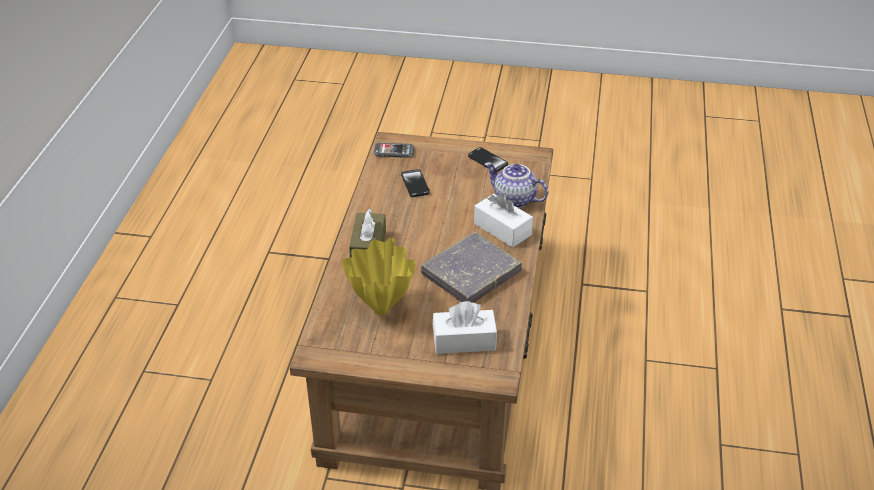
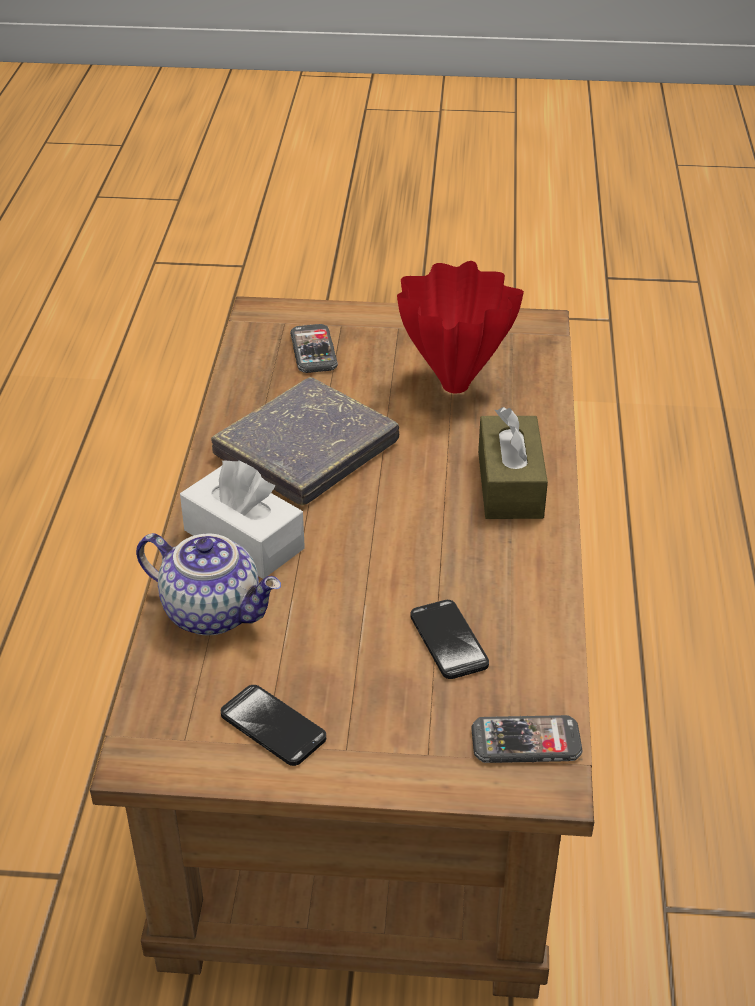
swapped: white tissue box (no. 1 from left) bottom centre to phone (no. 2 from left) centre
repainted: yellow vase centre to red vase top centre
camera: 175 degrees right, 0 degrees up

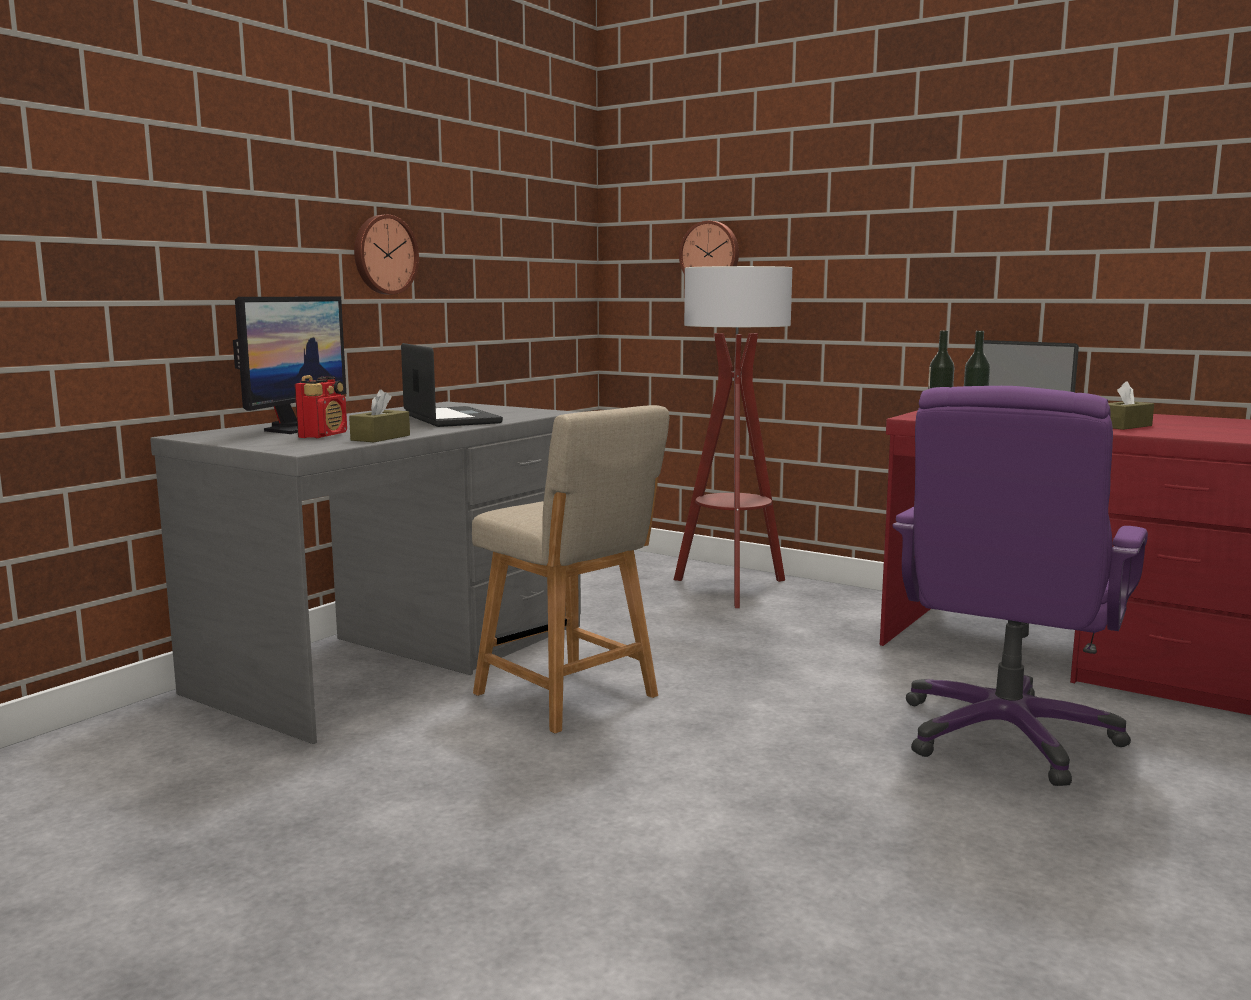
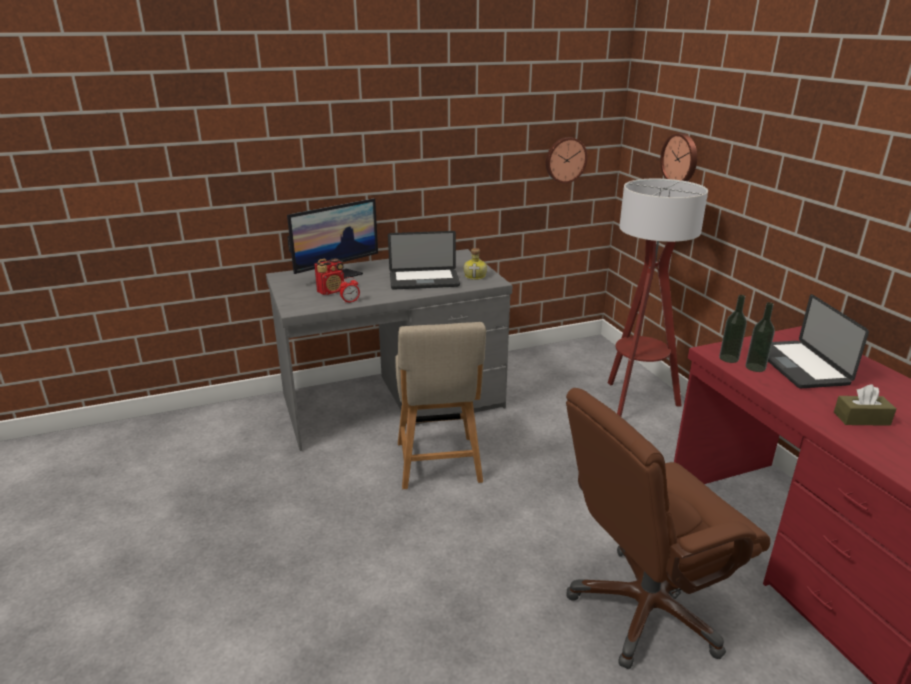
new: bottle (no. 1 from left) centre
shifted: wall clock (no. 1 from left) top left to top centre
swapped: brown tissue box (no. 1 from left) middle left to alarm clock centre
repainted: purple office chair middle right to brown office chair bottom right
rotated: laptop (no. 1 from left) centre = centre 75 degrees clockwise
camera: 35 degrees right, 15 degrees up

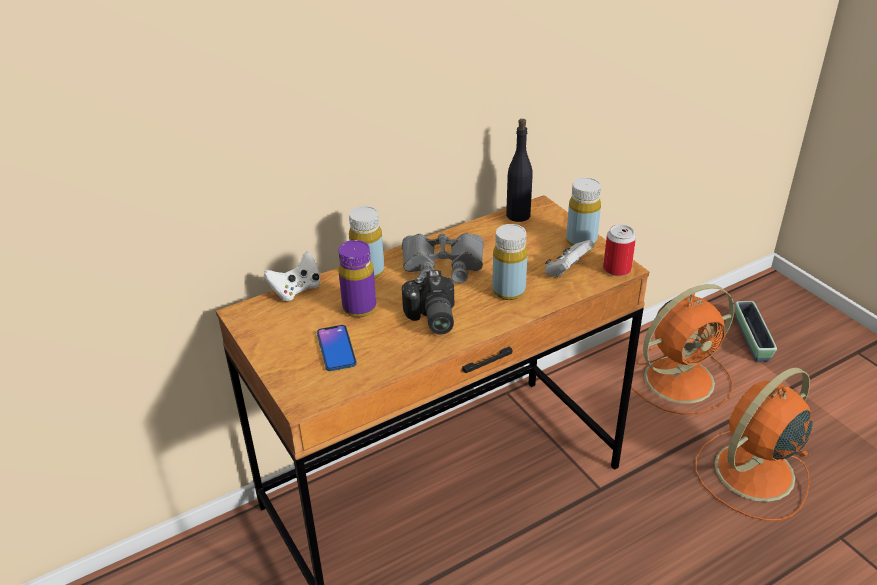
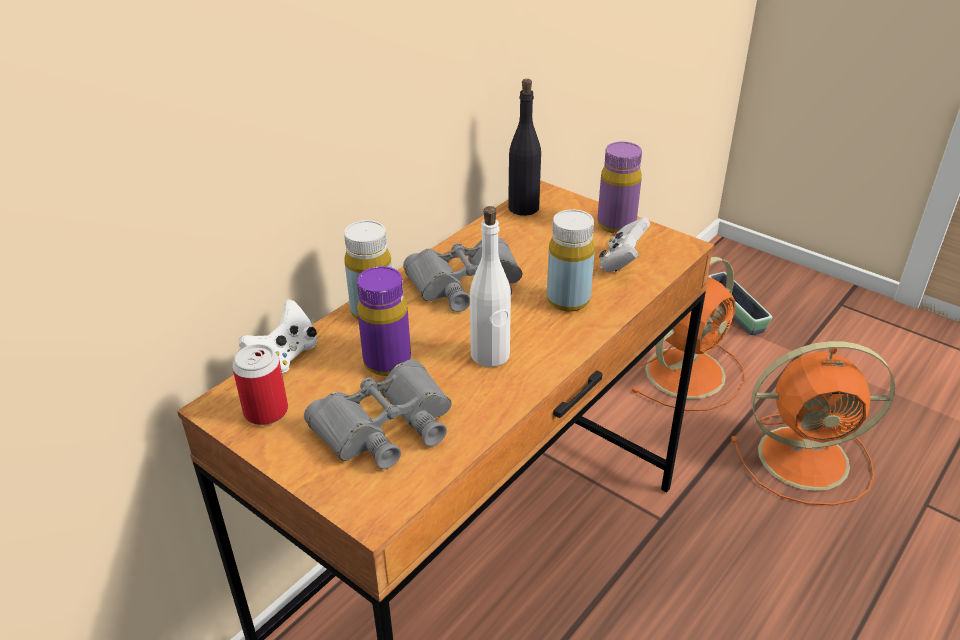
shifted: can middle right to middle left
swapped: photo camera centre to white bottle centre; phone centre to grey binoculars (no. 1 from left) centre
repainted: yellow bottle (no. 3 from left) centre to purple bottle (no. 2 from left) top centre
rotated: orange fan (no. 2 from left) bottom right = middle right 120 degrees counterclockwise
camera: 20 degrees left, 0 degrees up

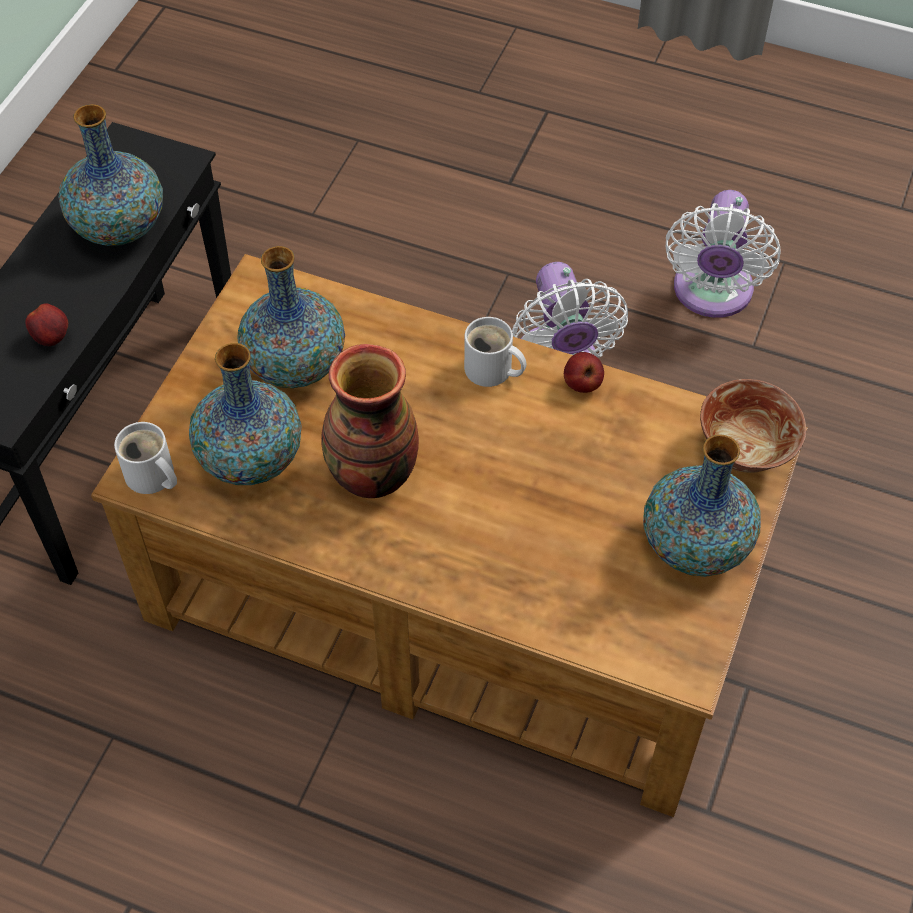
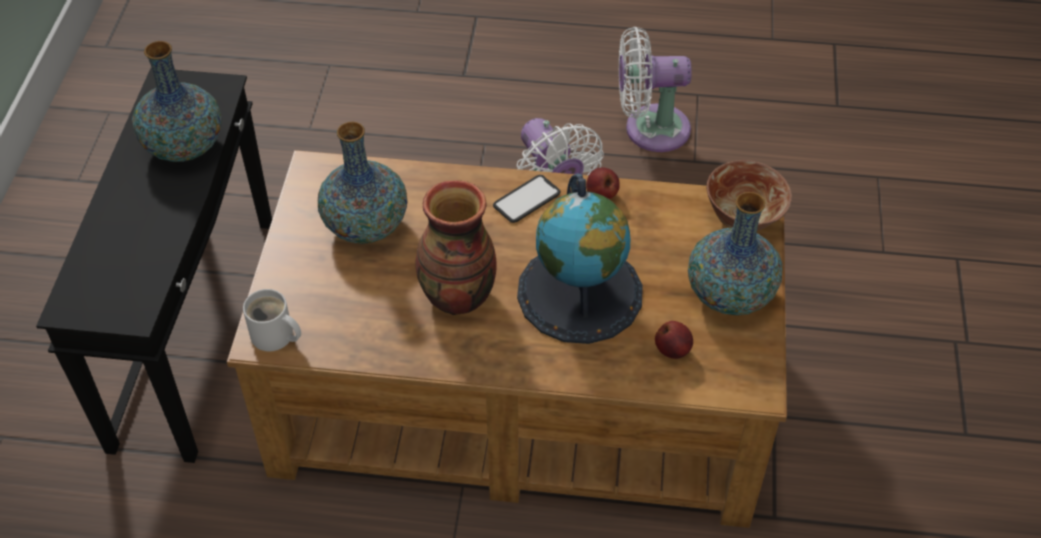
gone: vase (no. 2 from left) middle left
new: globe centre
shifted: apple (no. 1 from left in the first image) middle left to apple (no. 2 from left) centre
swapped: white mug (no. 2 from left) centre to phone centre
rotated: white fan (no. 2 from left) top right = top centre 90 degrees clockwise
camera: 15 degrees left, 5 degrees down

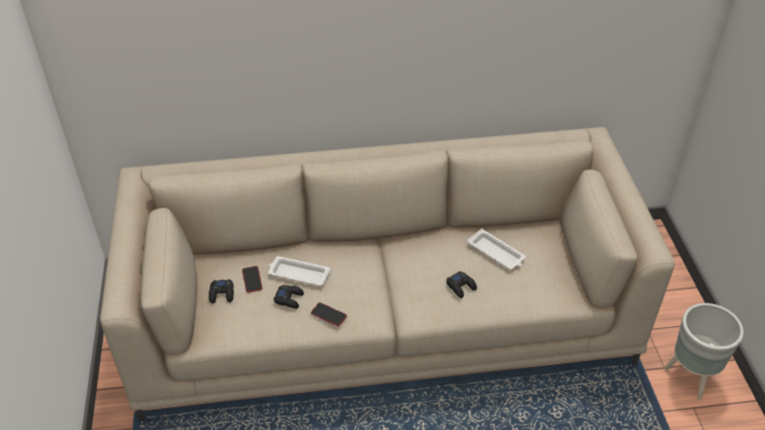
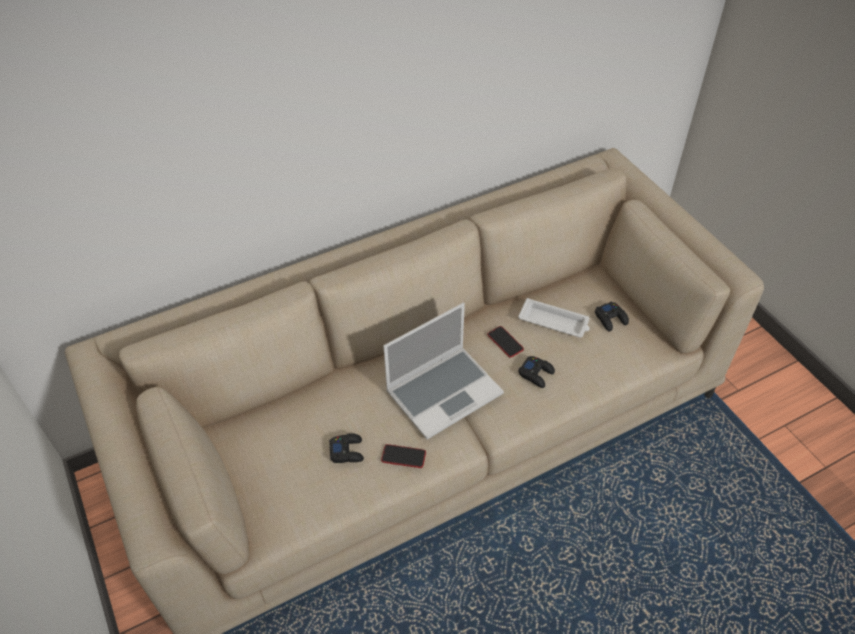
gone: white tray (no. 1 from left) centre; grey planter bottom right
new: laptop centre
shifted: phone (no. 1 from left in the first image) middle left to phone (no. 2 from left) centre; black game controller (no. 1 from left in the first image) bottom left to black game controller (no. 3 from left) middle right
camera: 20 degrees left, 5 degrees up

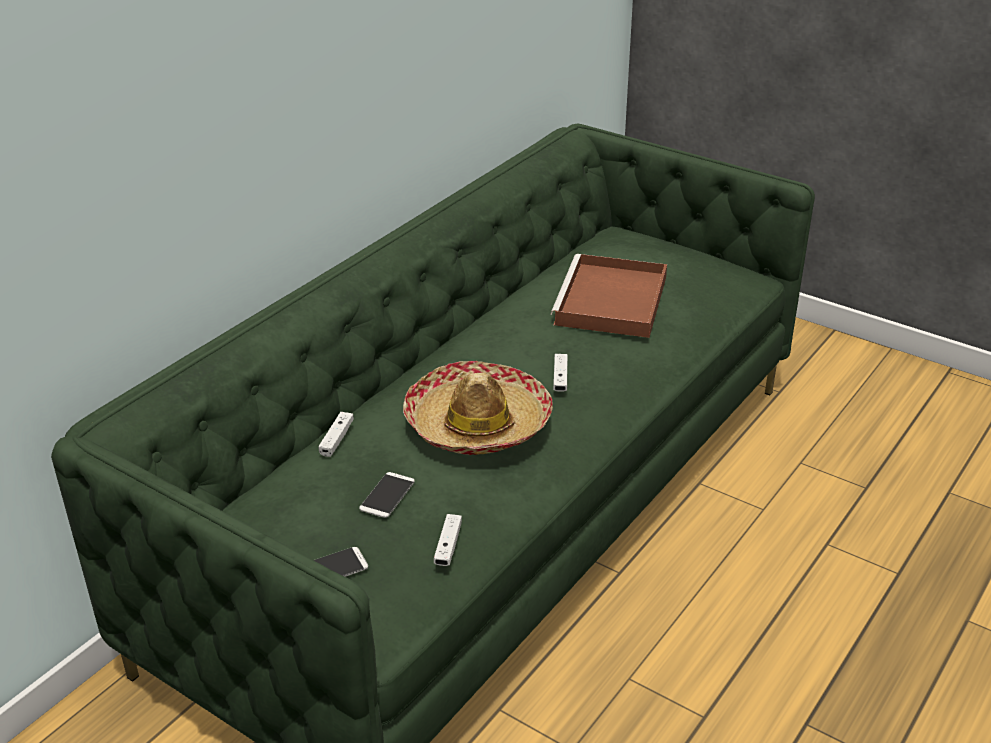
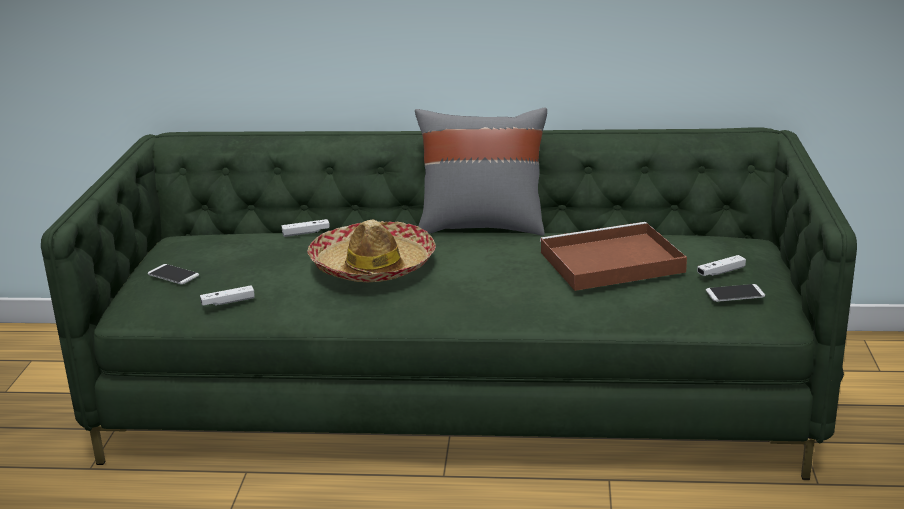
new: grey pillow centre
shifted: white game controller (no. 3 from left) centre to middle right; phone (no. 2 from left) centre to middle right
camera: 60 degrees right, 10 degrees down

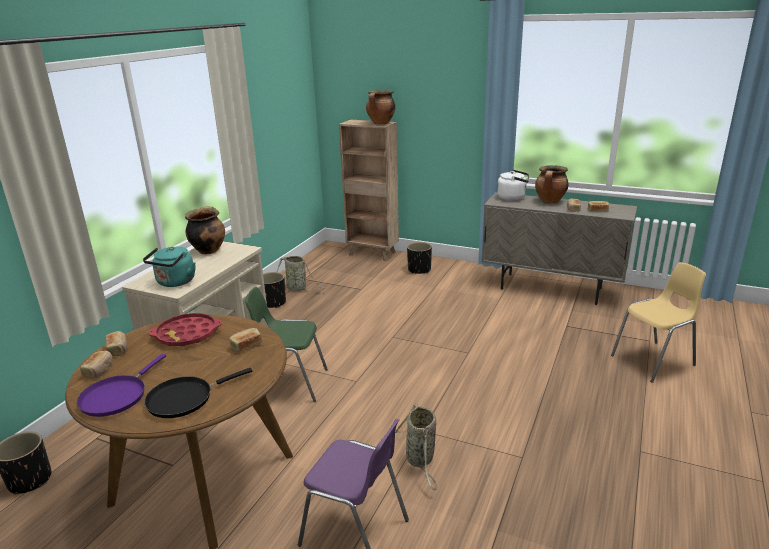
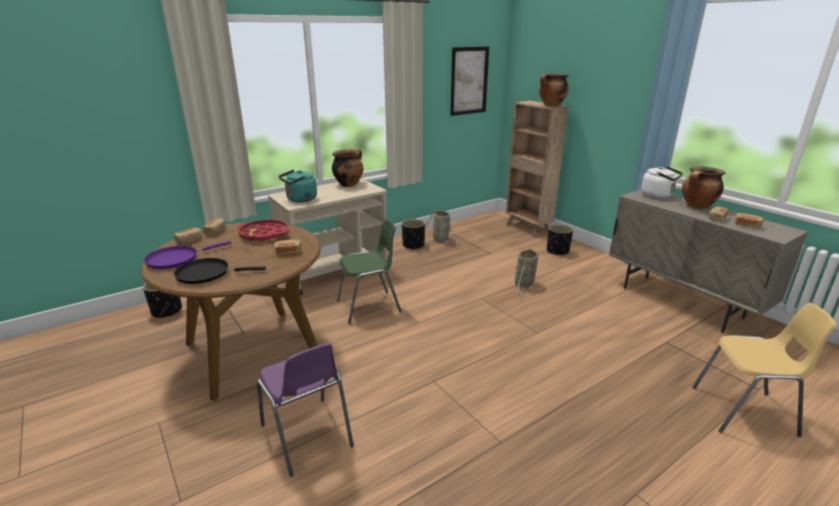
new: picture top centre
shifted: basket (no. 2 from left) bottom centre to centre
rotated: green chair centre = centre 120 degrees clockwise
camera: 30 degrees right, 0 degrees up

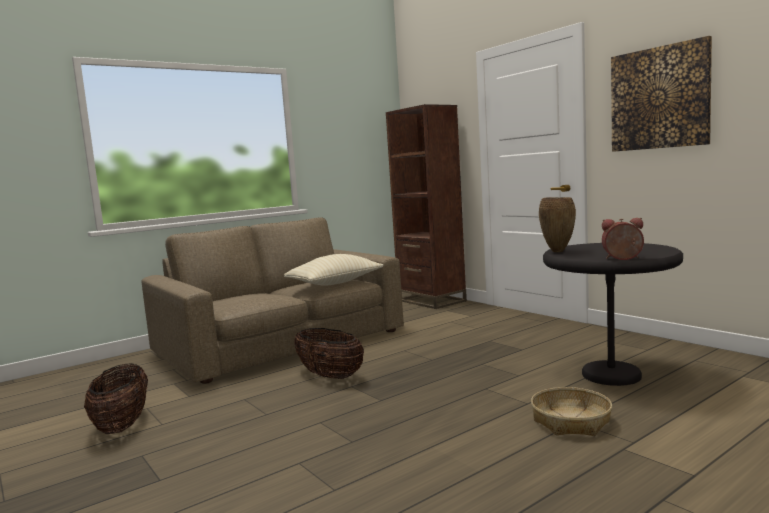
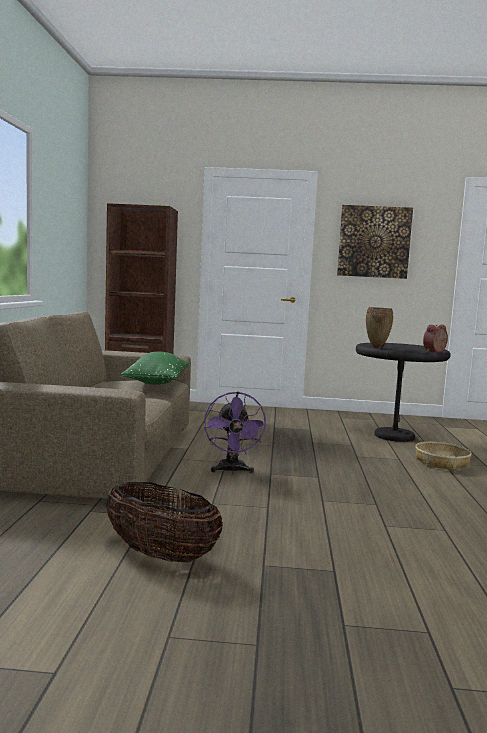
swapped: basket (no. 2 from left) bottom centre to purple fan centre
repainted: beige pillow centre to green pillow middle left
camera: 50 degrees left, 0 degrees up

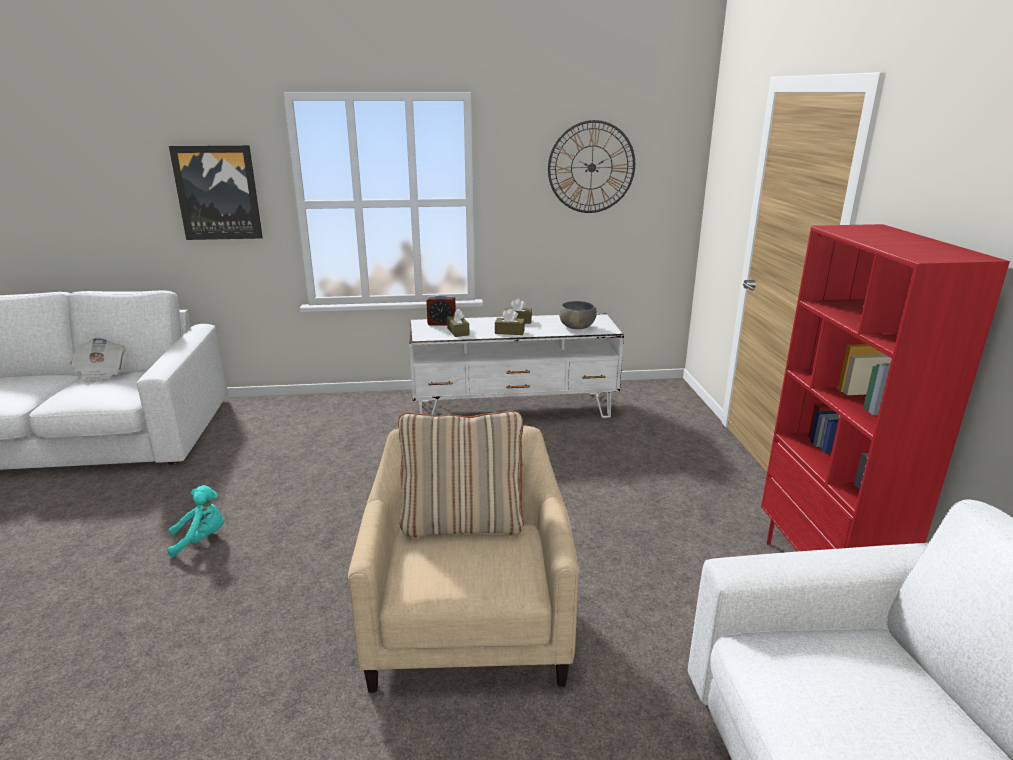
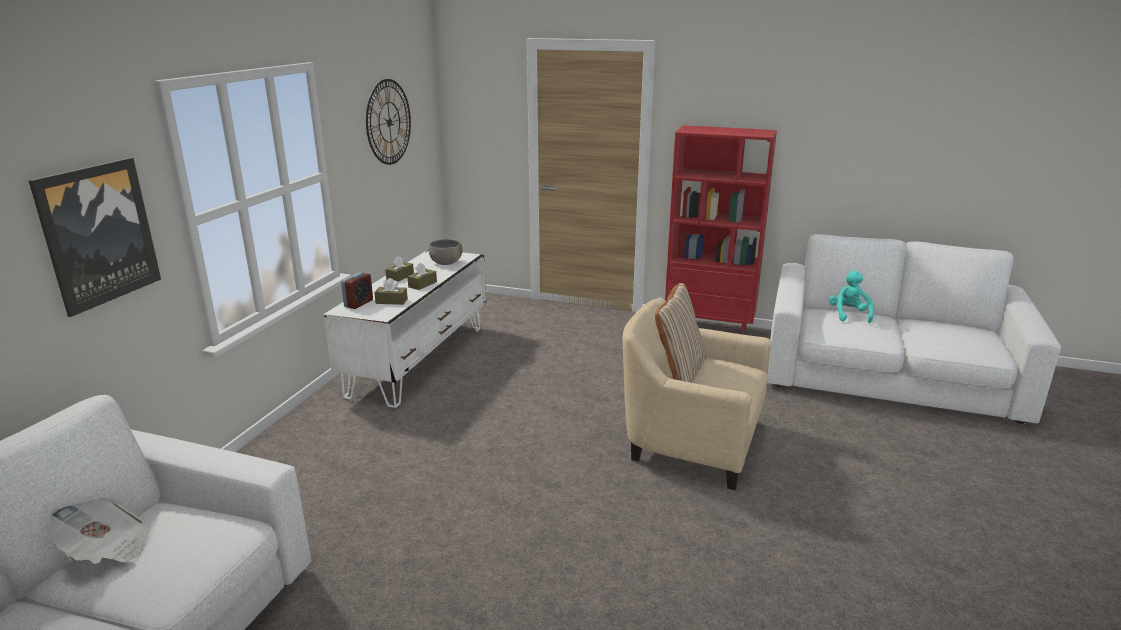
shifted: turquoise plush toy bottom left to middle right
camera: 65 degrees left, 0 degrees up

